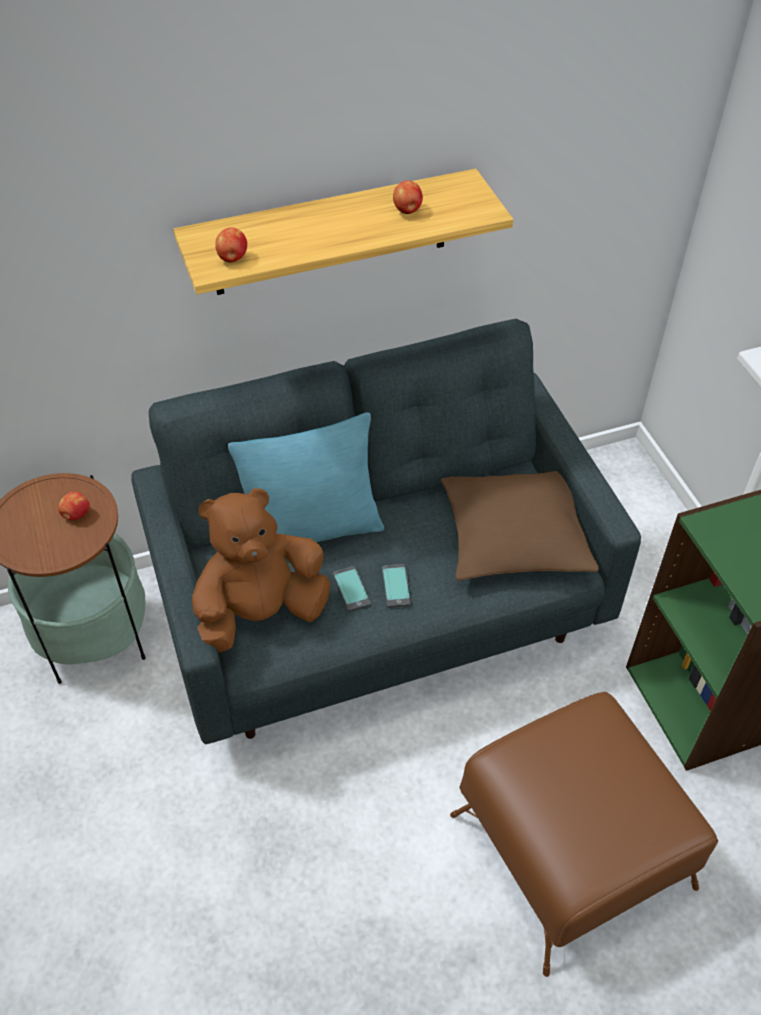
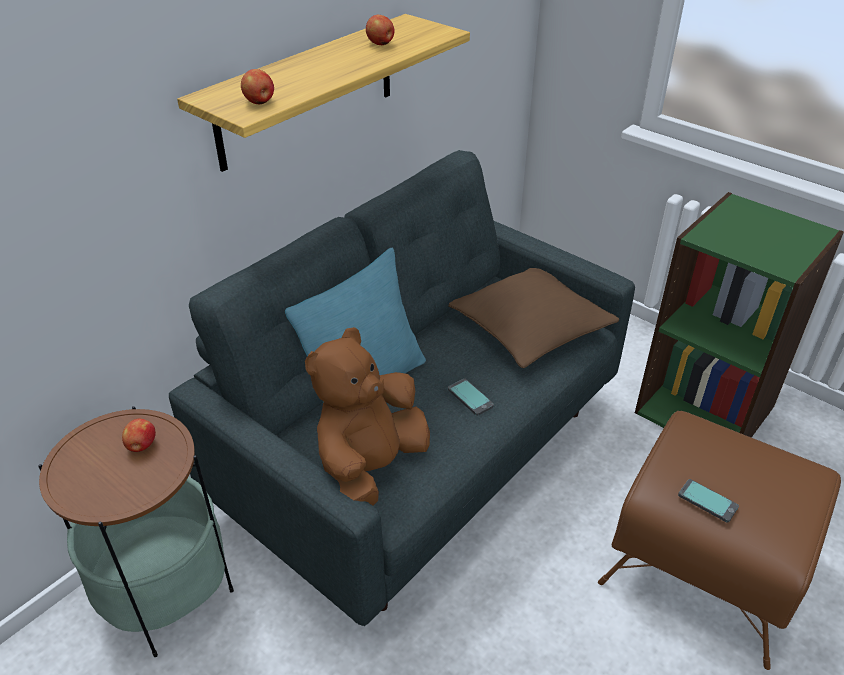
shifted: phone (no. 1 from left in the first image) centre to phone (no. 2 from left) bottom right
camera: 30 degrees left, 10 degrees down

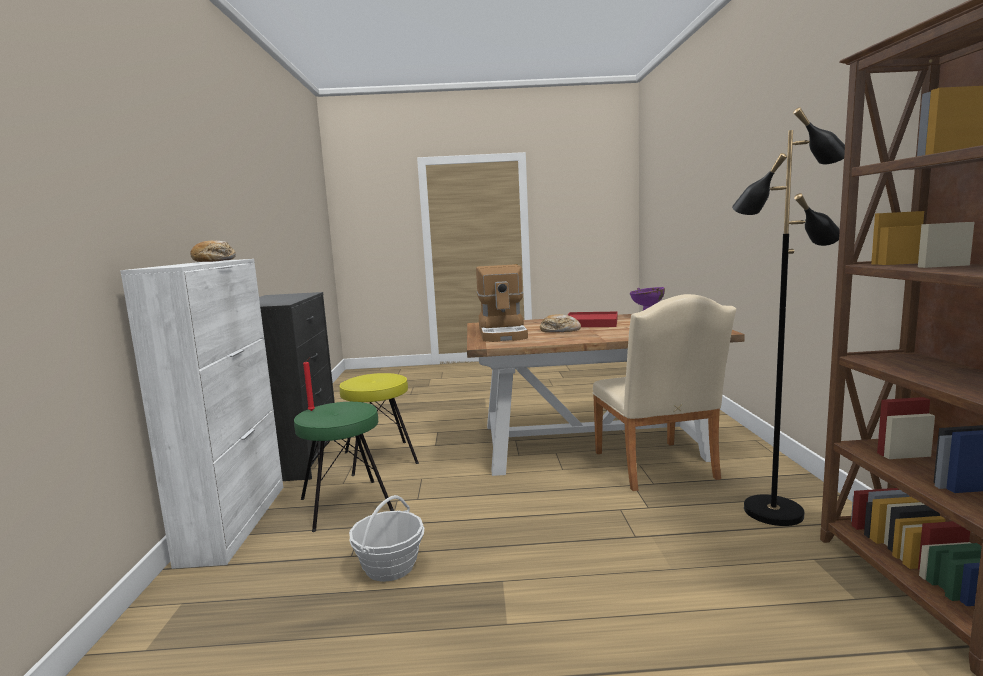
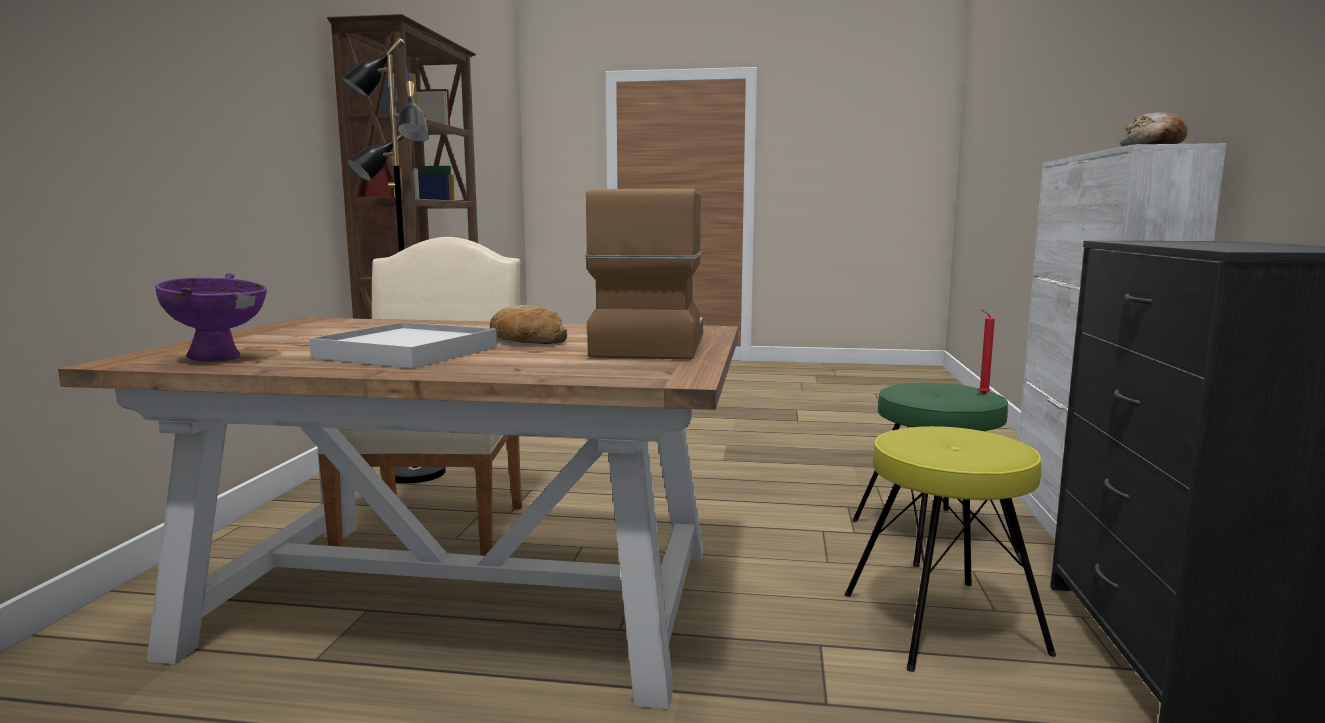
gone: basket bottom centre
repainted: red tray centre to white tray middle left
camera: 170 degrees left, 0 degrees up

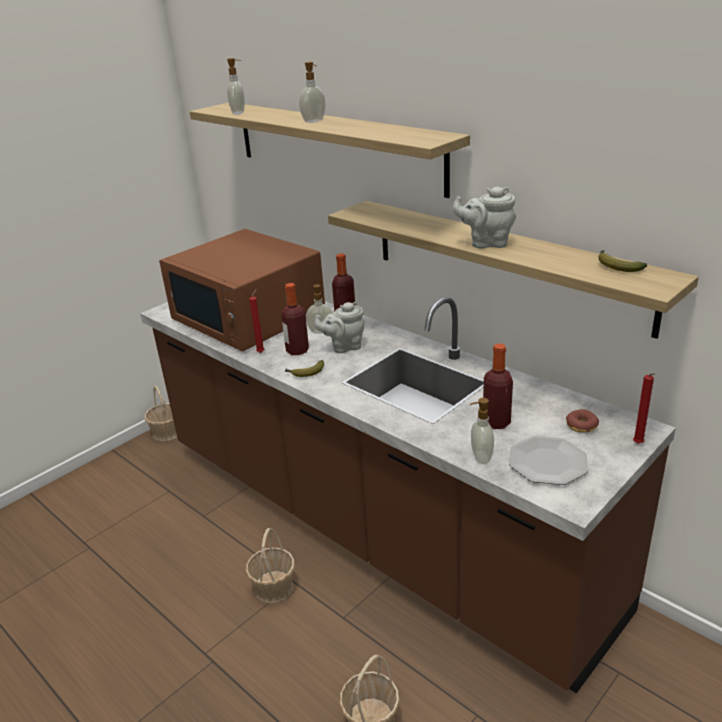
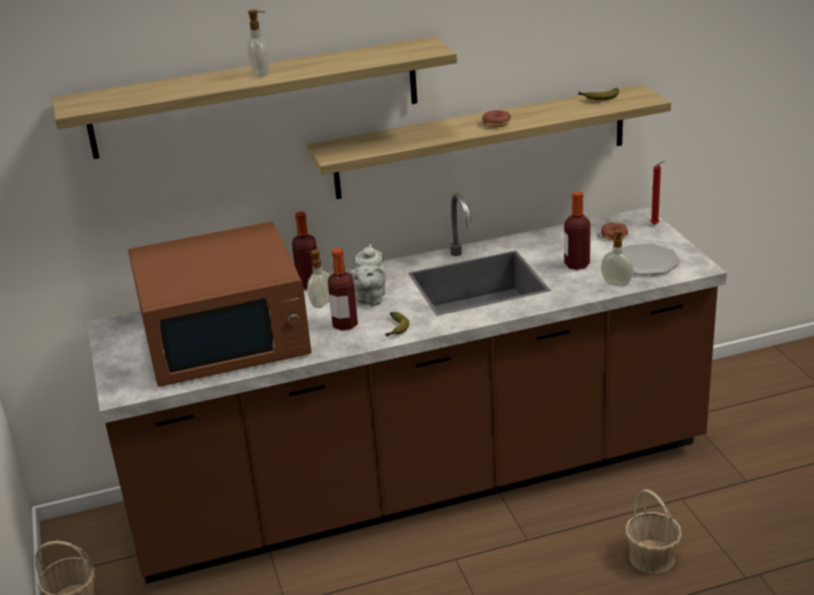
gone: soap dispenser (no. 1 from left) top left; red candle (no. 1 from left) centre; basket (no. 2 from left) bottom centre
swapped: grey teapot (no. 2 from left) top right to donut (no. 1 from left) top centre
camera: 60 degrees left, 0 degrees up

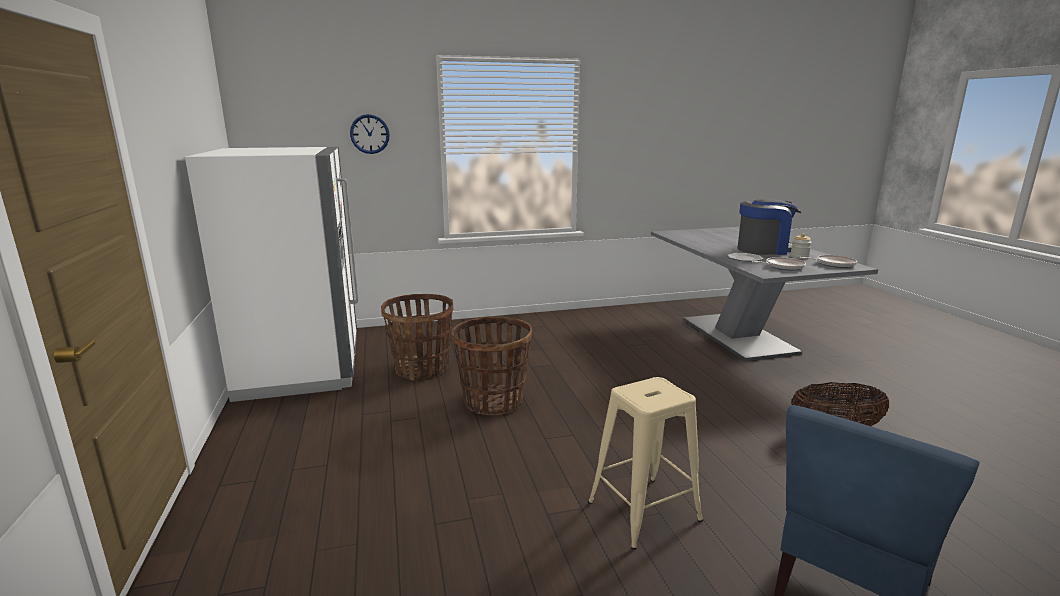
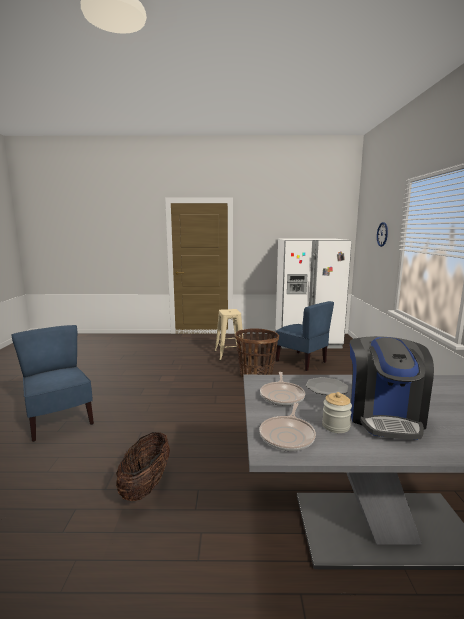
shifted: beige stool bottom centre to centre
swapped: basket (no. 1 from left) centre to blue chair (no. 2 from left) centre
camera: 105 degrees right, 5 degrees down

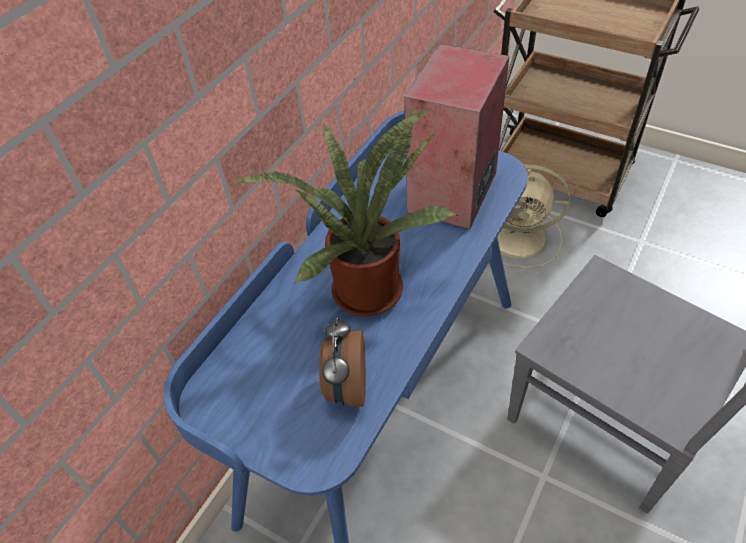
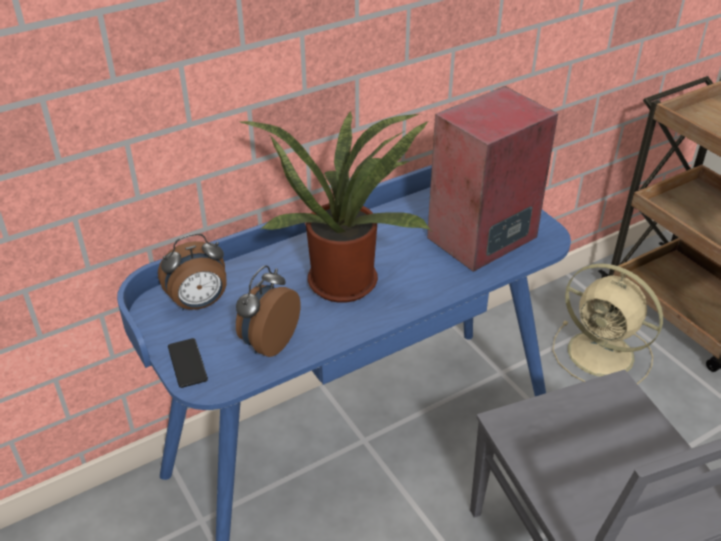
new: alarm clock (no. 1 from left) middle left; phone bottom left
camera: 25 degrees right, 10 degrees down

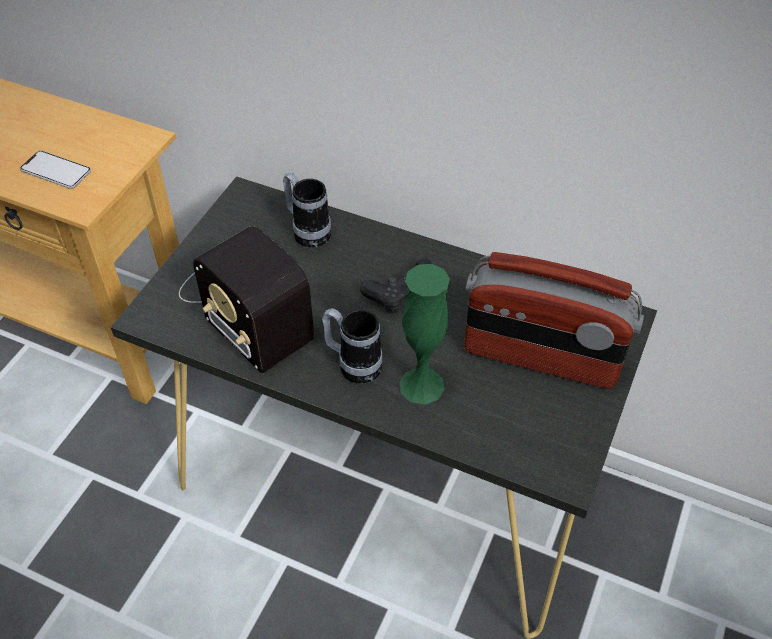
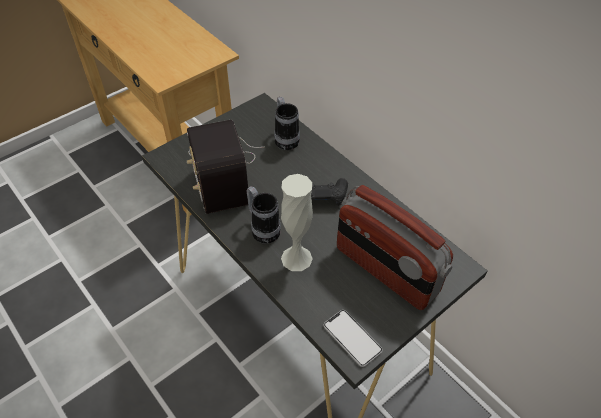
shifted: phone top left to bottom centre
repainted: green vase centre to white vase centre
camera: 25 degrees right, 0 degrees up

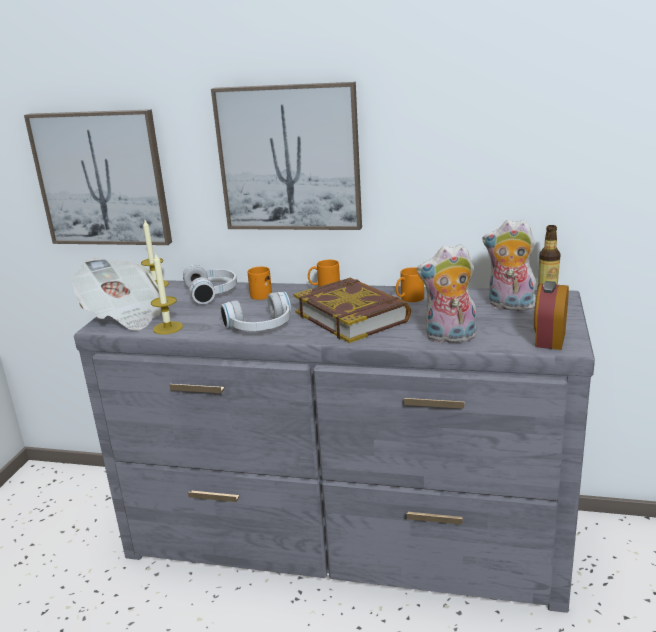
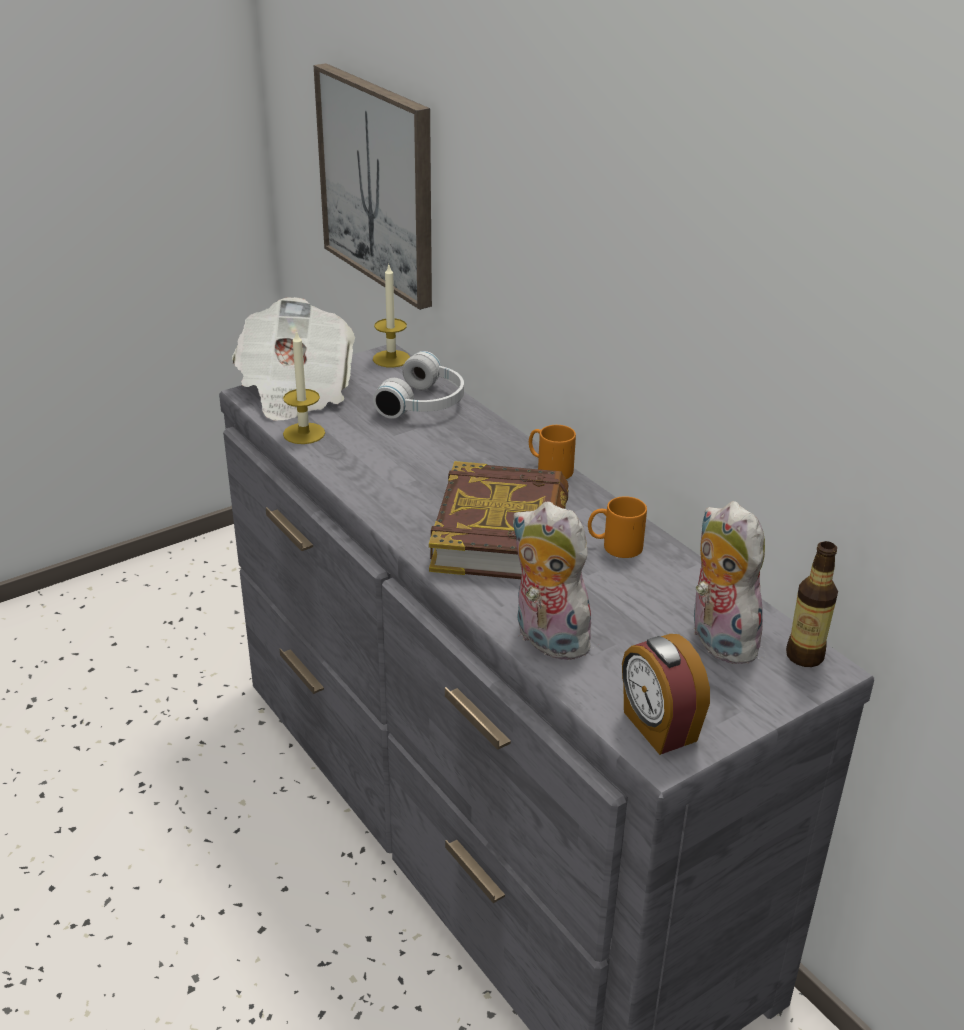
gone: picture (no. 2 from left) top centre; orange mug (no. 1 from left) centre; white headphones (no. 2 from left) centre
rotated: alarm clock middle right = bottom right 90 degrees counterclockwise
camera: 40 degrees right, 10 degrees up

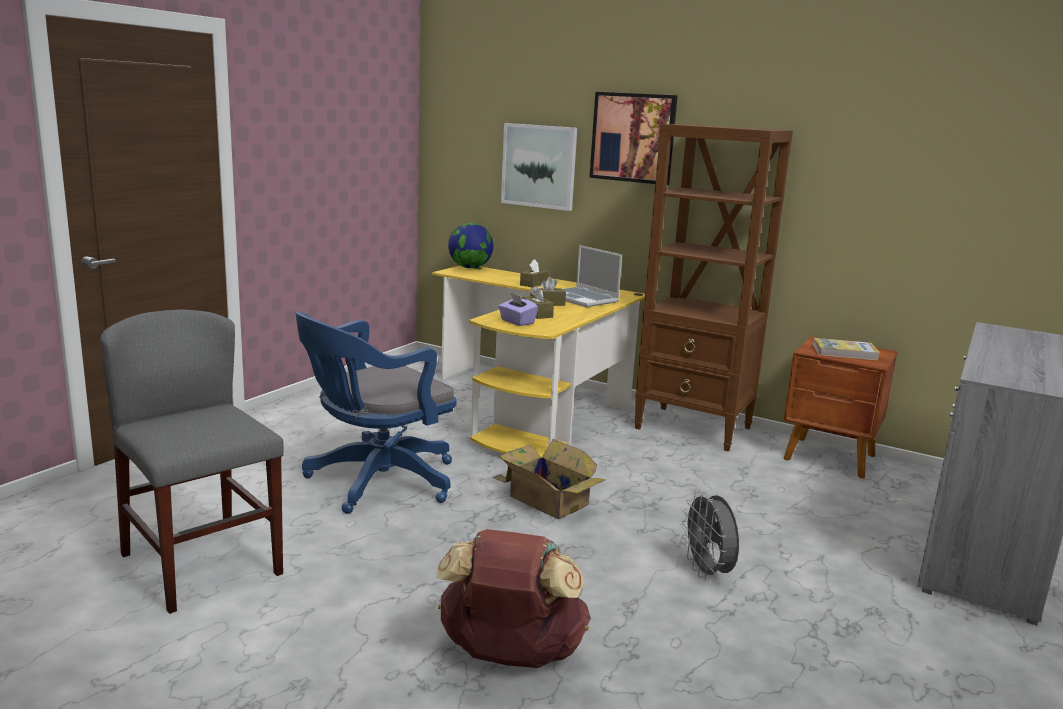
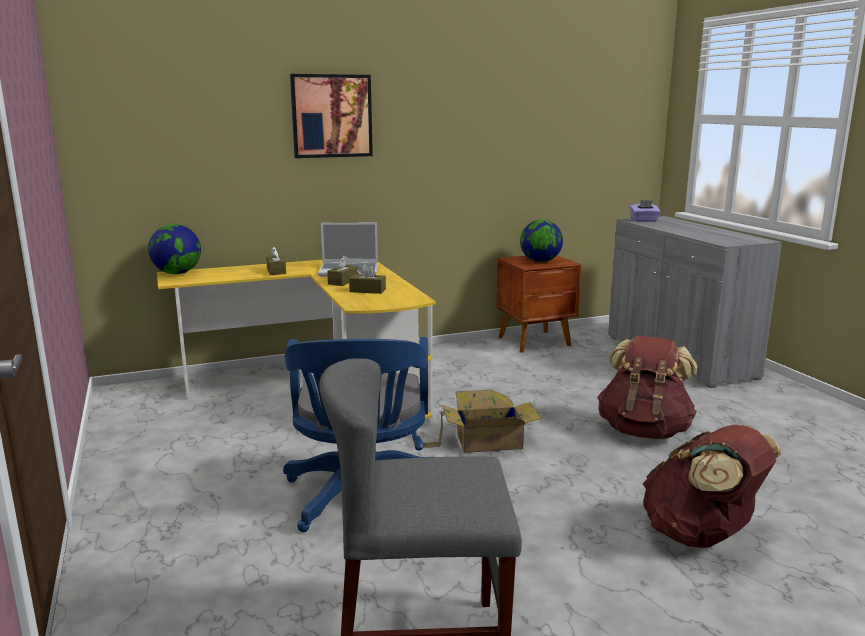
gone: picture (no. 1 from left) top centre; brown bookcase middle right
shifted: purple tissue box centre to top right
swapped: book middle right to globe (no. 2 from left) centre; grey fan bottom right to brown backpack (no. 1 from left) middle right
camera: 50 degrees left, 0 degrees up

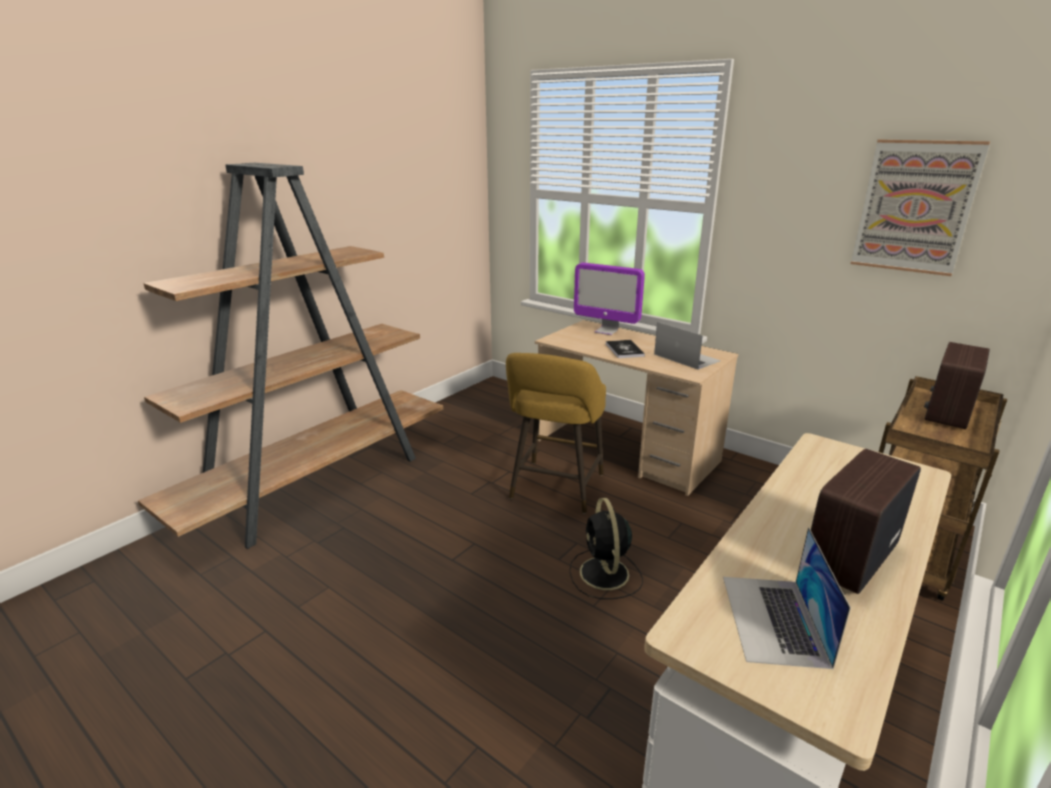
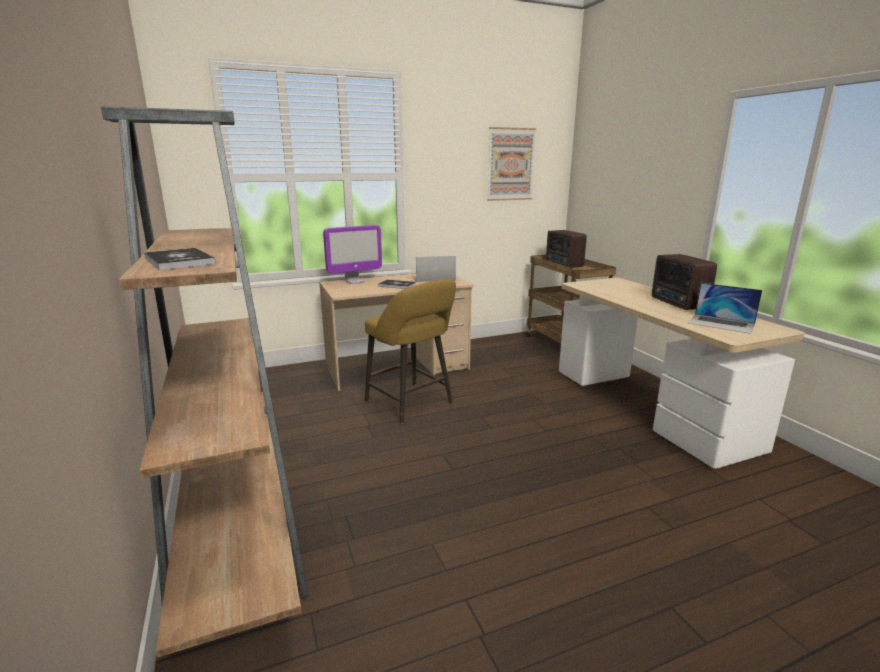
gone: black fan bottom centre
new: book (no. 1 from left) middle left
camera: 60 degrees left, 5 degrees down

